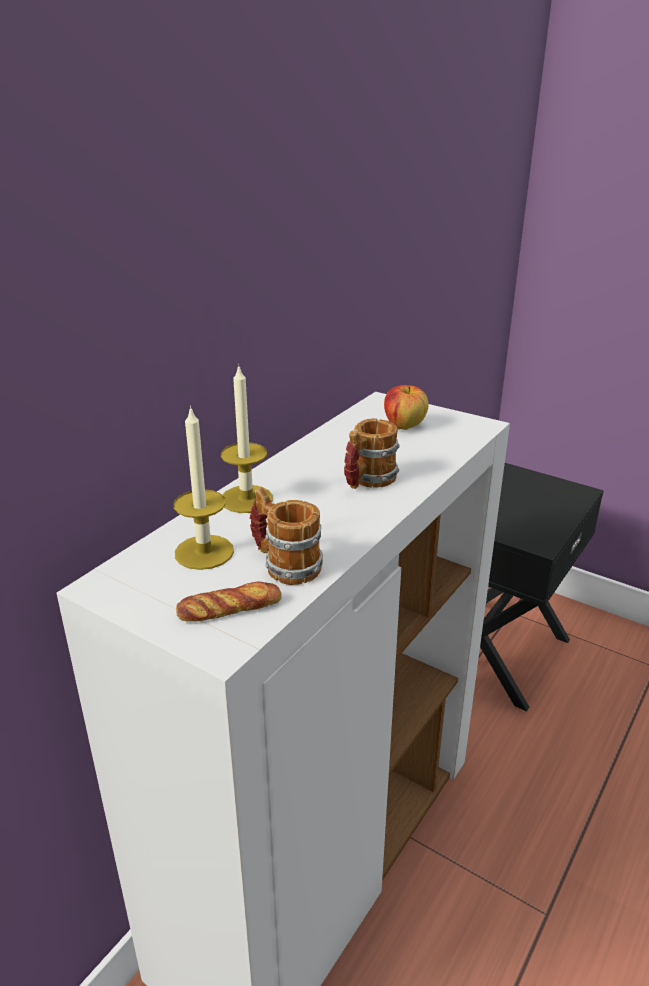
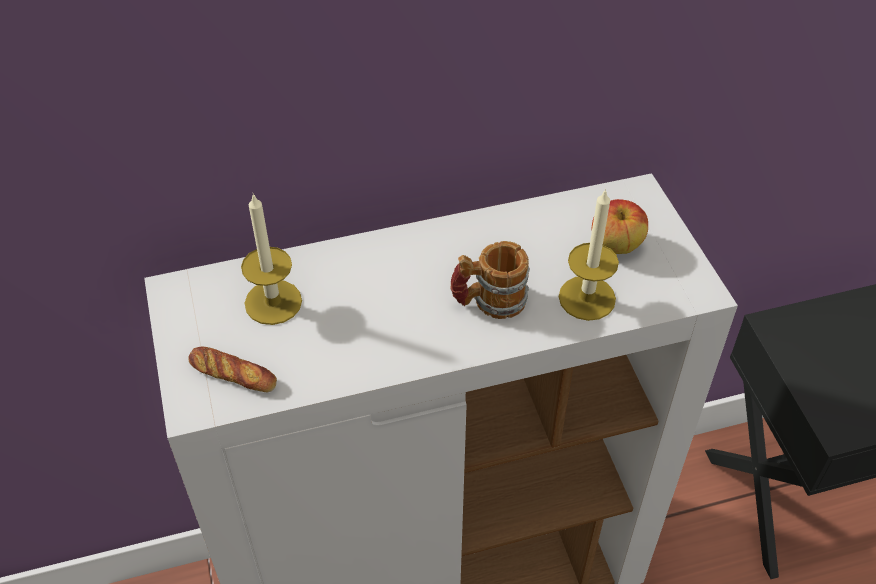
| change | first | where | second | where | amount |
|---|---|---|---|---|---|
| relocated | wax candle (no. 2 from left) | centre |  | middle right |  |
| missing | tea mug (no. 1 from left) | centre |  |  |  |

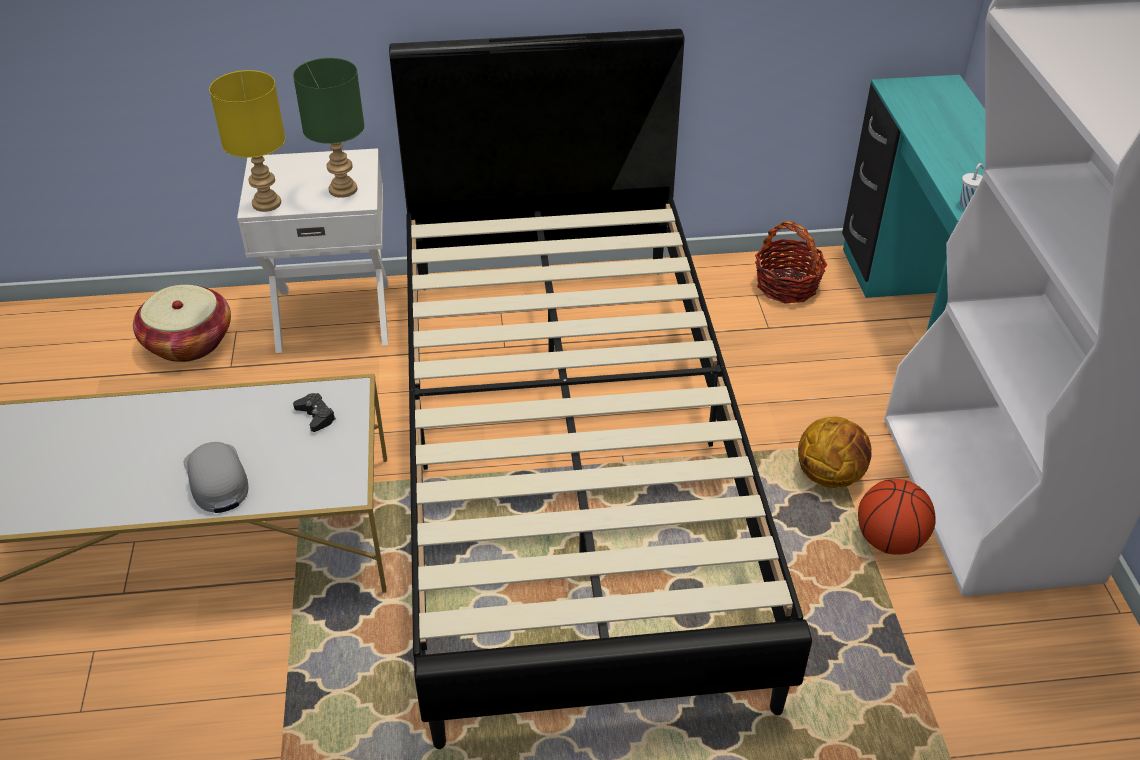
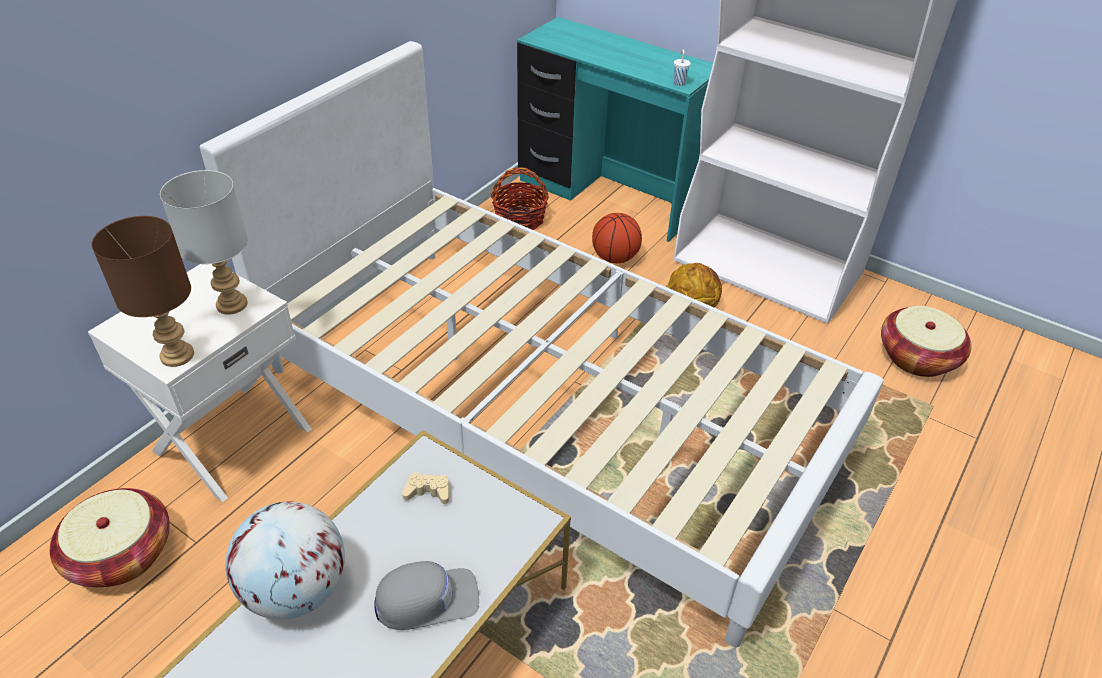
| change | first | where | second | where | amount |
|---|---|---|---|---|---|
| spun | cap/greyish | middle left |  | bottom centre | 150 degrees clockwise |
| colour | tabletop lamp/yellowish | top left | tabletop lamp/brown | middle left |  |
| colour | tabletop lamp/green-coloured | top left | tabletop lamp/greyish | middle left |  |
| colour | game controller/black | middle left | game controller/beige | bottom centre |  |
| colour | bedroom bed/black | centre | bedroom bed/white | centre |  |
| relocated | basketball (no. 2 from left in the first image) | bottom right | basketball (no. 1 from left) | centre |  |
| appeared |  |  | world globe | bottom left |  |
| appeared |  |  | basket (no. 3 from left) | middle right |  |

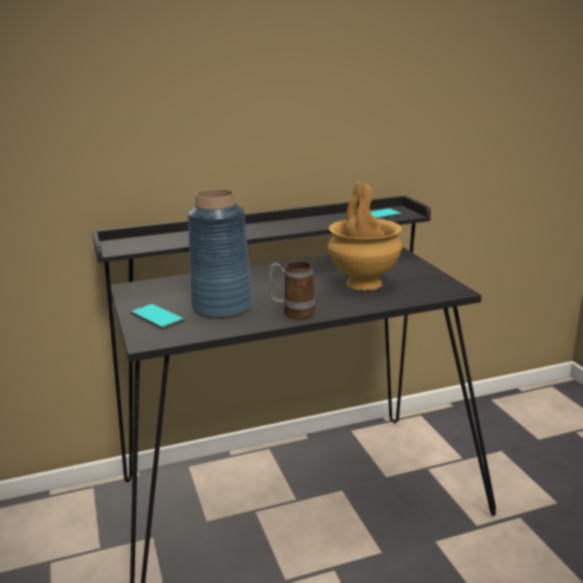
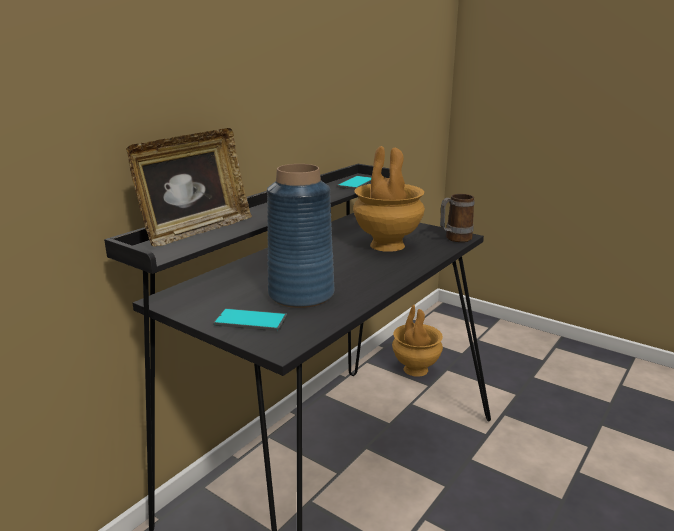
| change | first | where | second | where | amount |
|---|---|---|---|---|---|
| relocated | tea mug | centre |  | middle right |  |
| appeared |  |  | standing frame | middle left |  |
| appeared |  |  | decorative vase/brown (no. 2 from left) | centre |  |

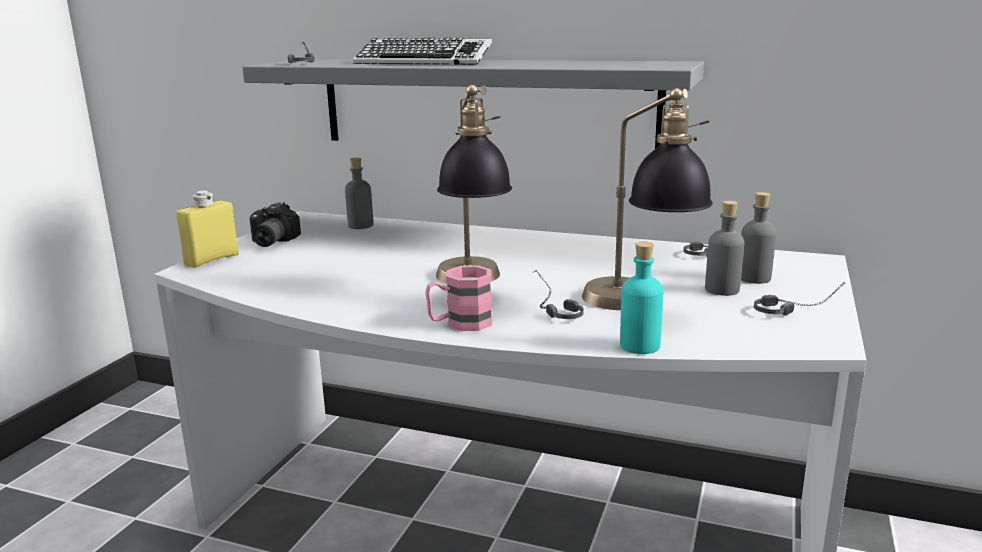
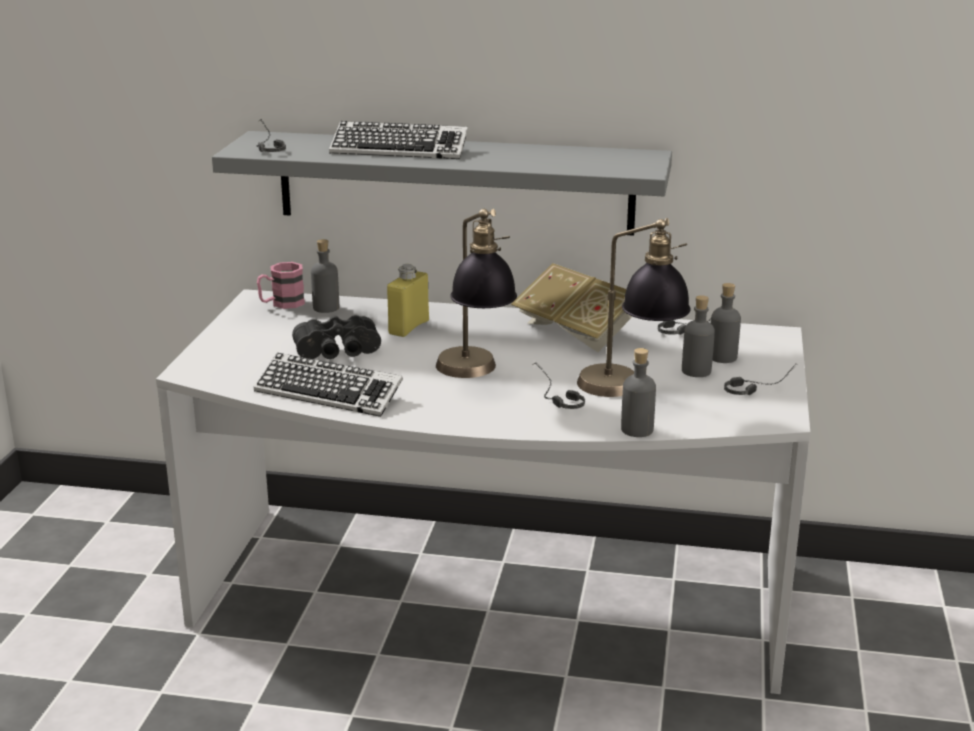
| change | first | where | second | where | amount |
|---|---|---|---|---|---|
| relocated | drink bottle/yellowish | middle left |  | centre |  |
| missing | photo camera | middle left |  |  |  |
| relocated | tea mug/pinkish | centre |  | middle left |  |
| colour | drink bottle/turquoise-coloured | centre | drink bottle/greyish (no. 2 from left) | centre |  |
| appeared |  |  | PC keyboard (no. 1 from left) | centre |  |
| appeared |  |  | binoculars/black | centre |  |
| appeared |  |  | book | centre |  |

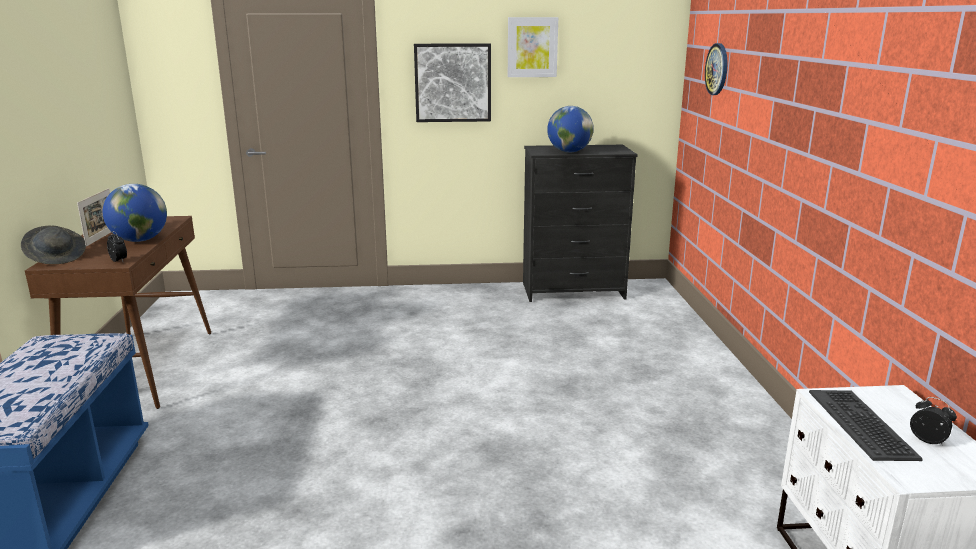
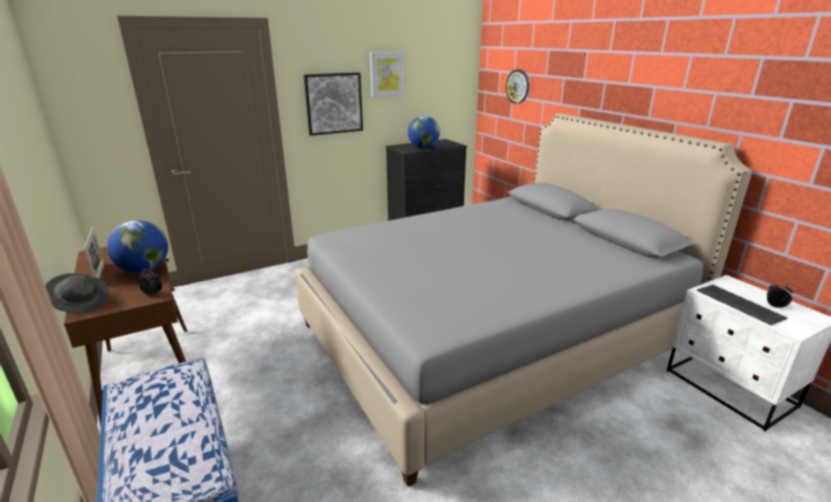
| change | first | where | second | where | amount |
|---|---|---|---|---|---|
| appeared |  |  | bedroom bed/greyish | centre |  |

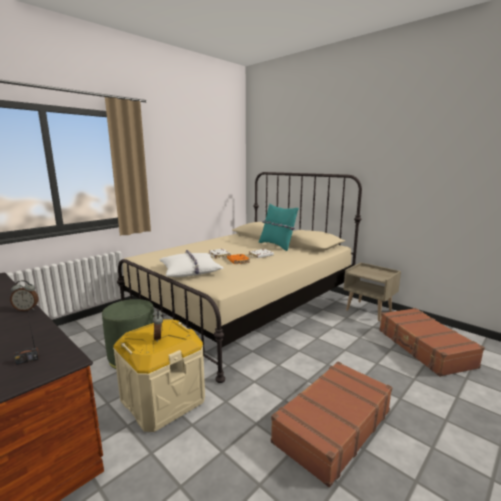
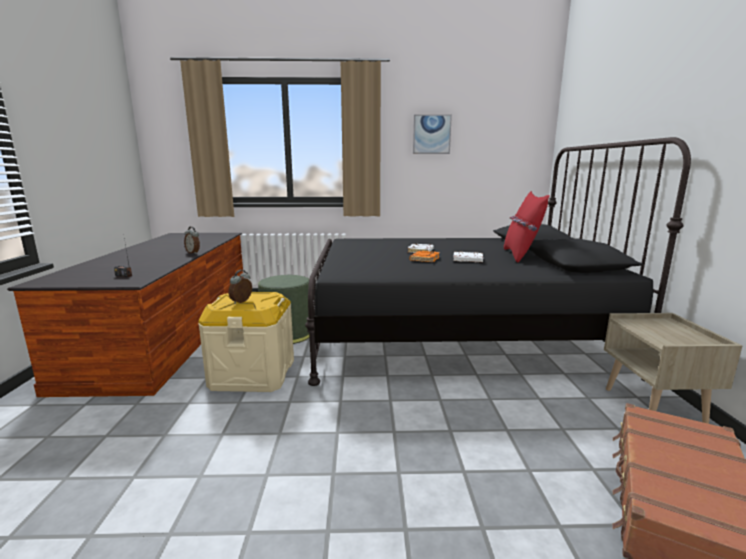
| change | first | where | second | where | amount |
|---|---|---|---|---|---|
| colour | bedroom bed/beige | centre | bedroom bed/black | middle right |  |
| missing | cushion/white | centre |  |  |  |
| colour | cushion/turquoise-coloured | centre | cushion/red | middle right |  |
| missing | suitcase/brown (no. 1 from left) | bottom centre |  |  |  |
| appeared |  |  | picture | top centre |  |

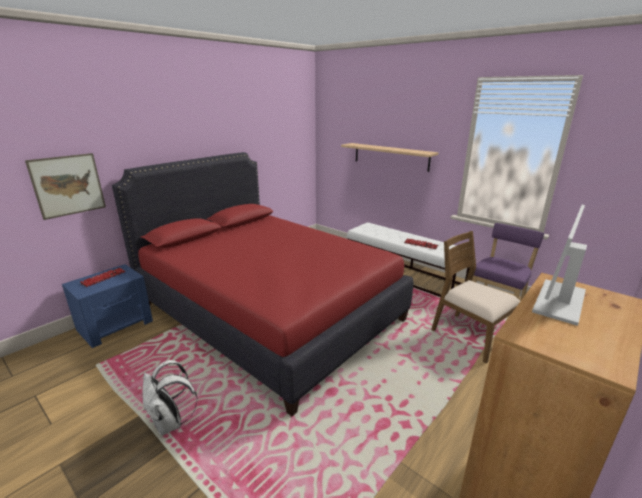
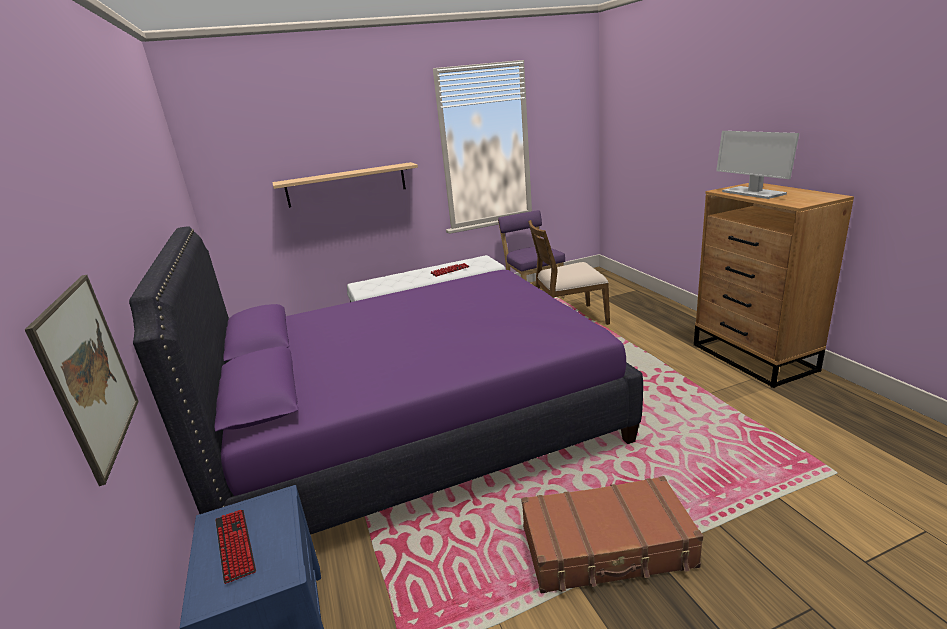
| change | first | where | second | where | amount |
|---|---|---|---|---|---|
| colour | bedroom bed/red | centre | bedroom bed/purple-coloured | centre |  |
| exchanged | knapsack/white | bottom left | suitcase/brown | bottom centre |  |

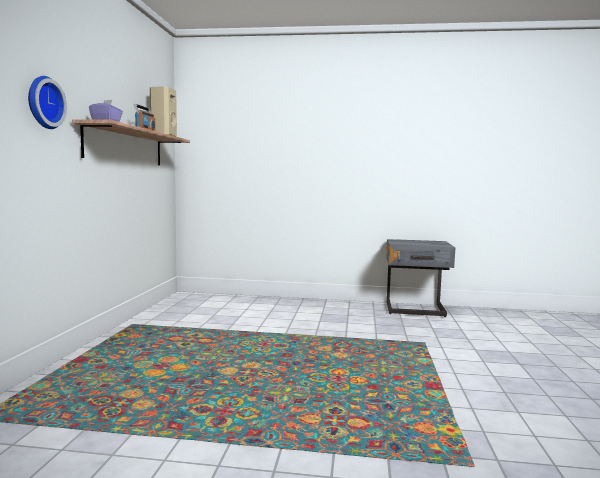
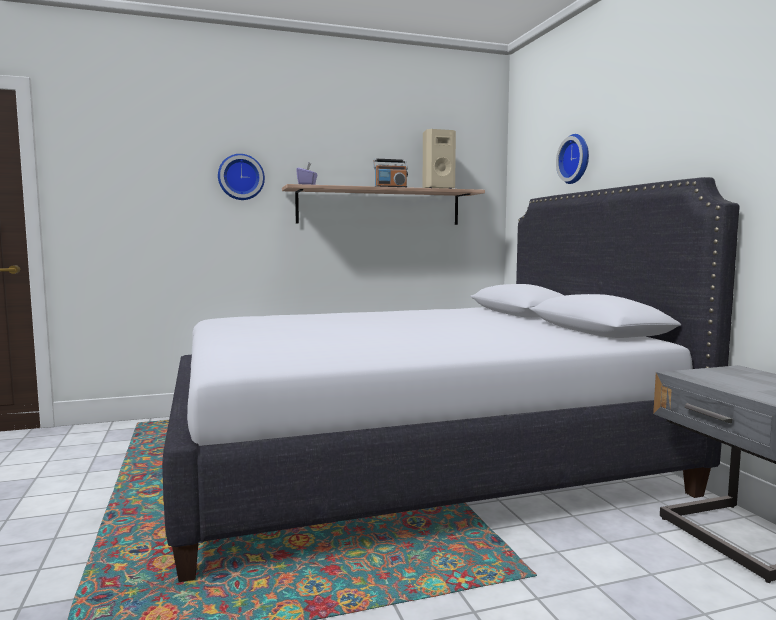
| change | first | where | second | where | amount |
|---|---|---|---|---|---|
| appeared |  |  | bedroom bed/white | centre |  |
| appeared |  |  | wall clock (no. 2 from left) | top right |  |

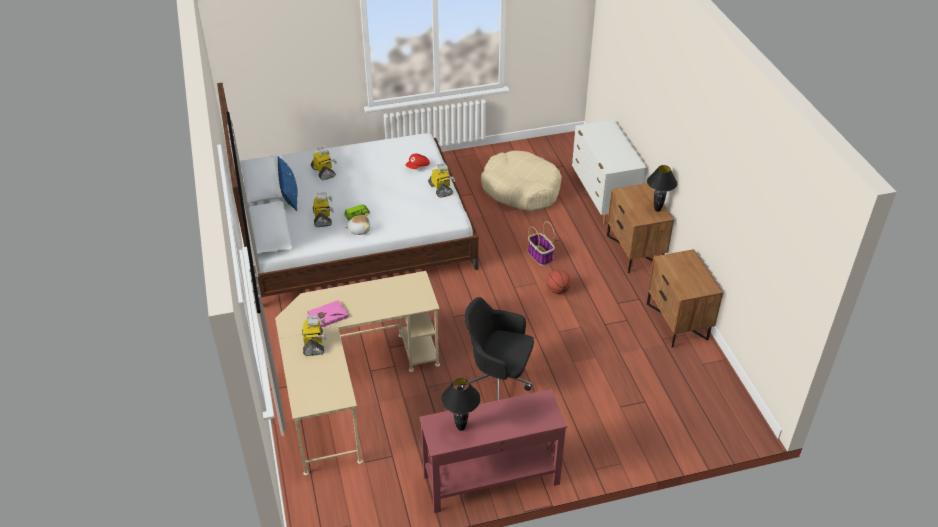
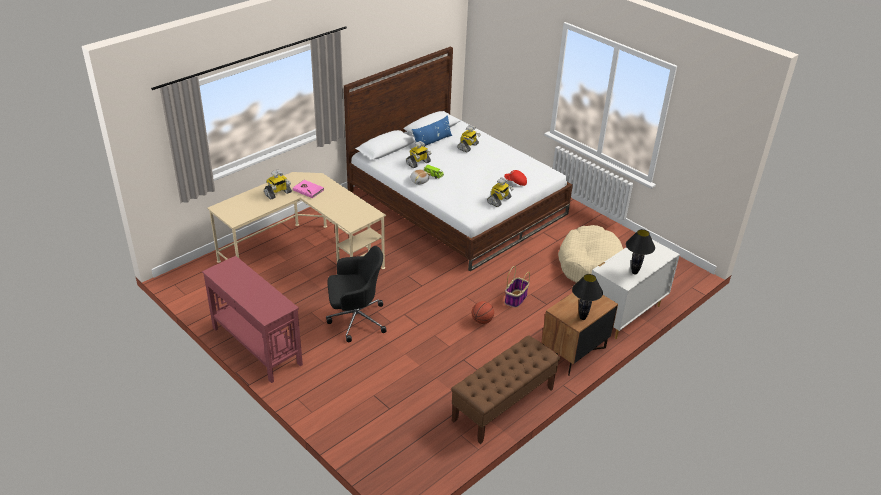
| change | first | where | second | where | amount |
|---|---|---|---|---|---|
| relocated | tabletop lamp/black (no. 1 from left in the first image) | bottom centre | tabletop lamp/black (no. 2 from left) | middle right |  |
| spun | office chair/black | centre |  | centre | 90 degrees clockwise |
| exchanged | nightstand/brown (no. 2 from left) | middle right | indoor bench/brown | bottom centre |  |

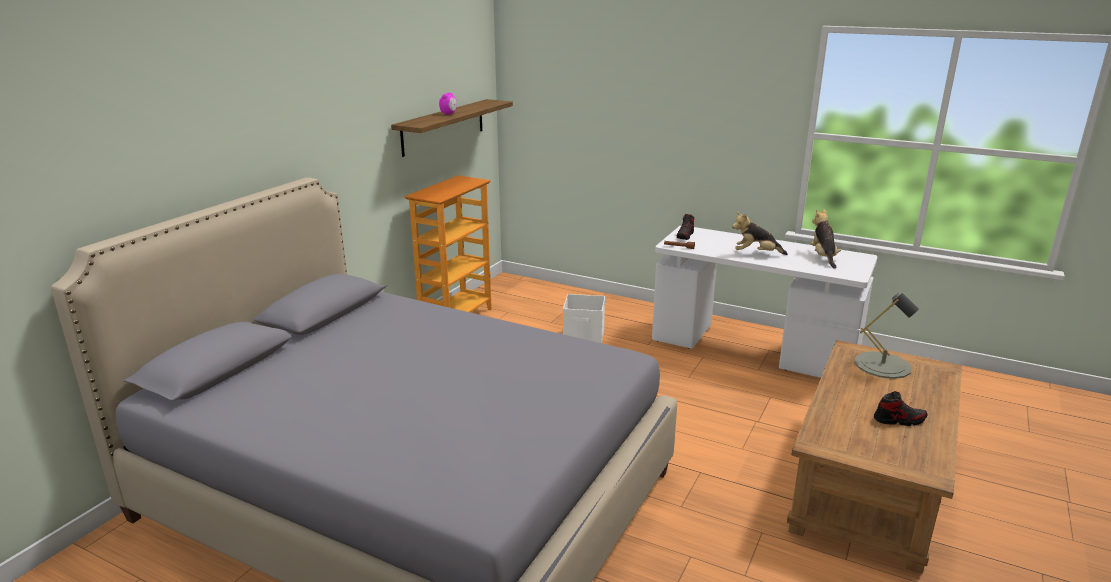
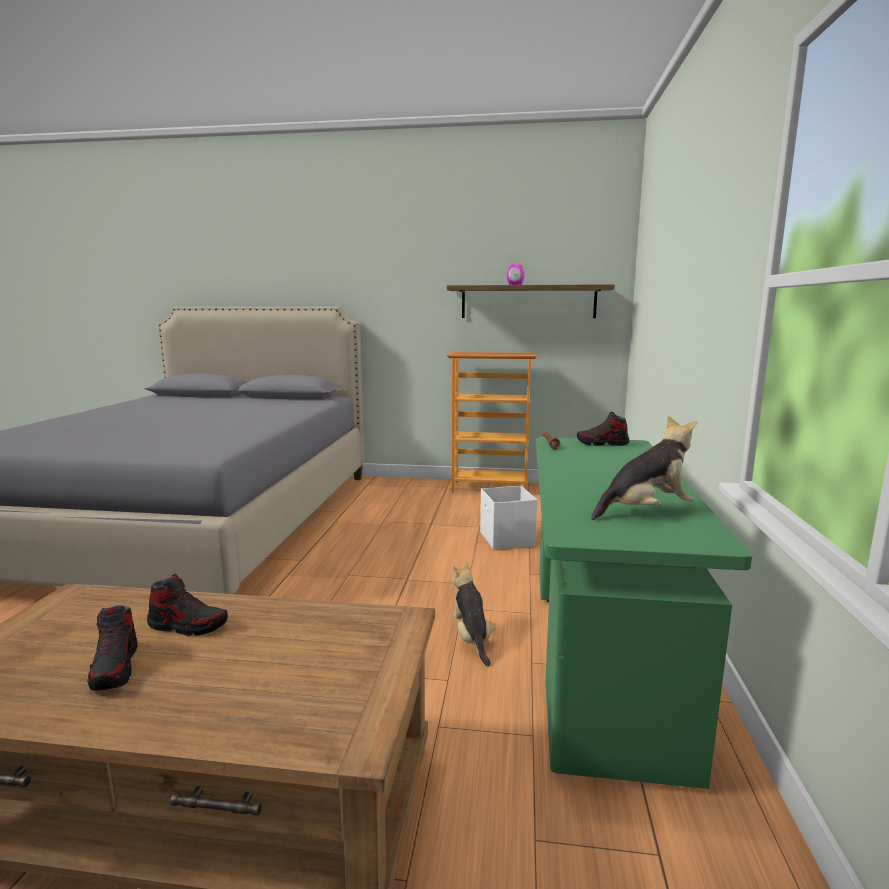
| change | first | where | second | where | amount |
|---|---|---|---|---|---|
| colour | desk unit/white | middle right | desk unit/green-coloured | bottom right |  |
| relocated | soft toy (no. 1 from left) | middle right |  | bottom centre |  |
| missing | tabletop lamp/greyish | middle right |  |  |  |
| appeared |  |  | low shoe (no. 2 from left) | bottom left |  |

